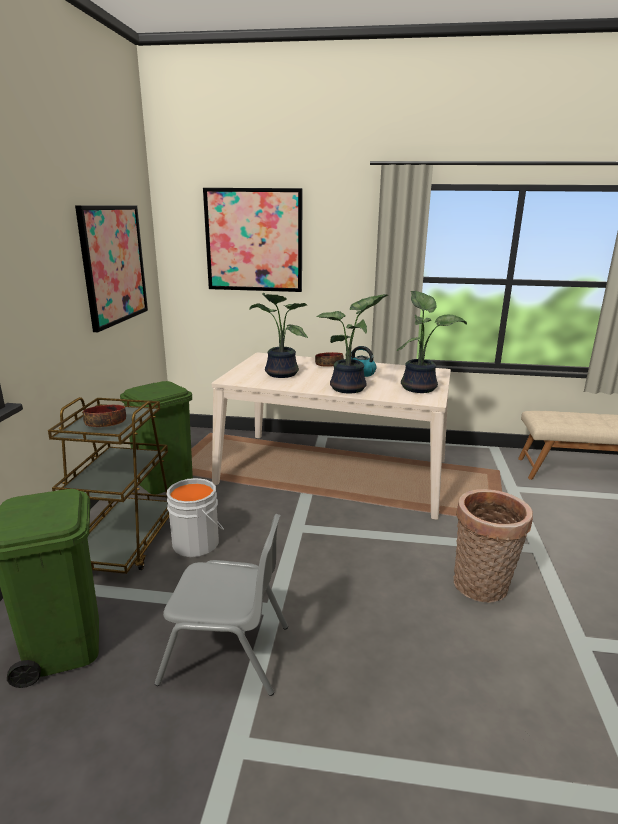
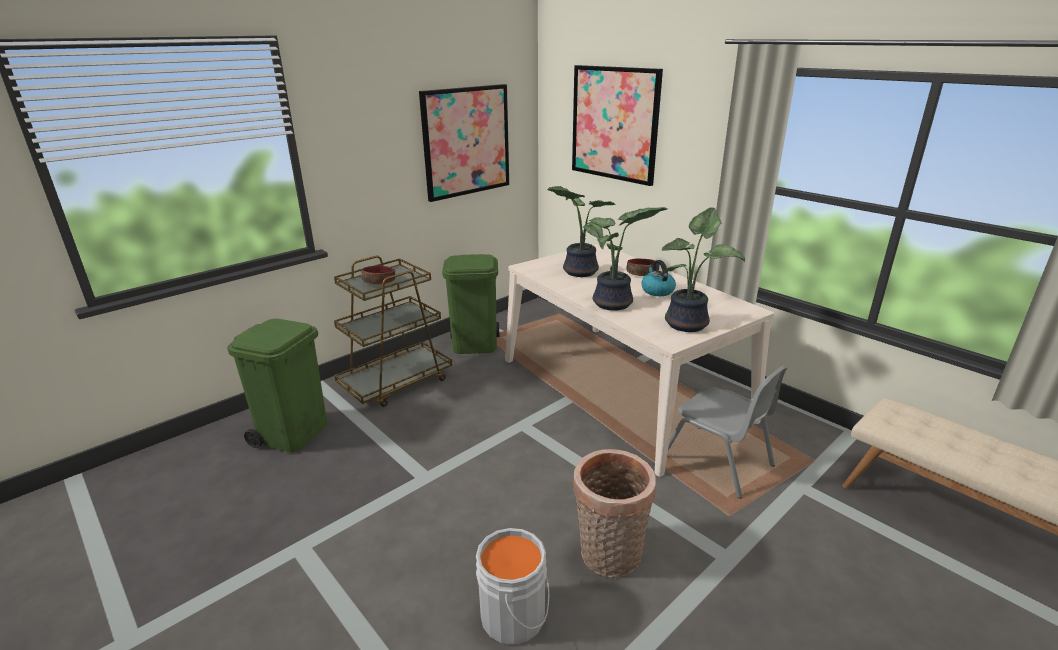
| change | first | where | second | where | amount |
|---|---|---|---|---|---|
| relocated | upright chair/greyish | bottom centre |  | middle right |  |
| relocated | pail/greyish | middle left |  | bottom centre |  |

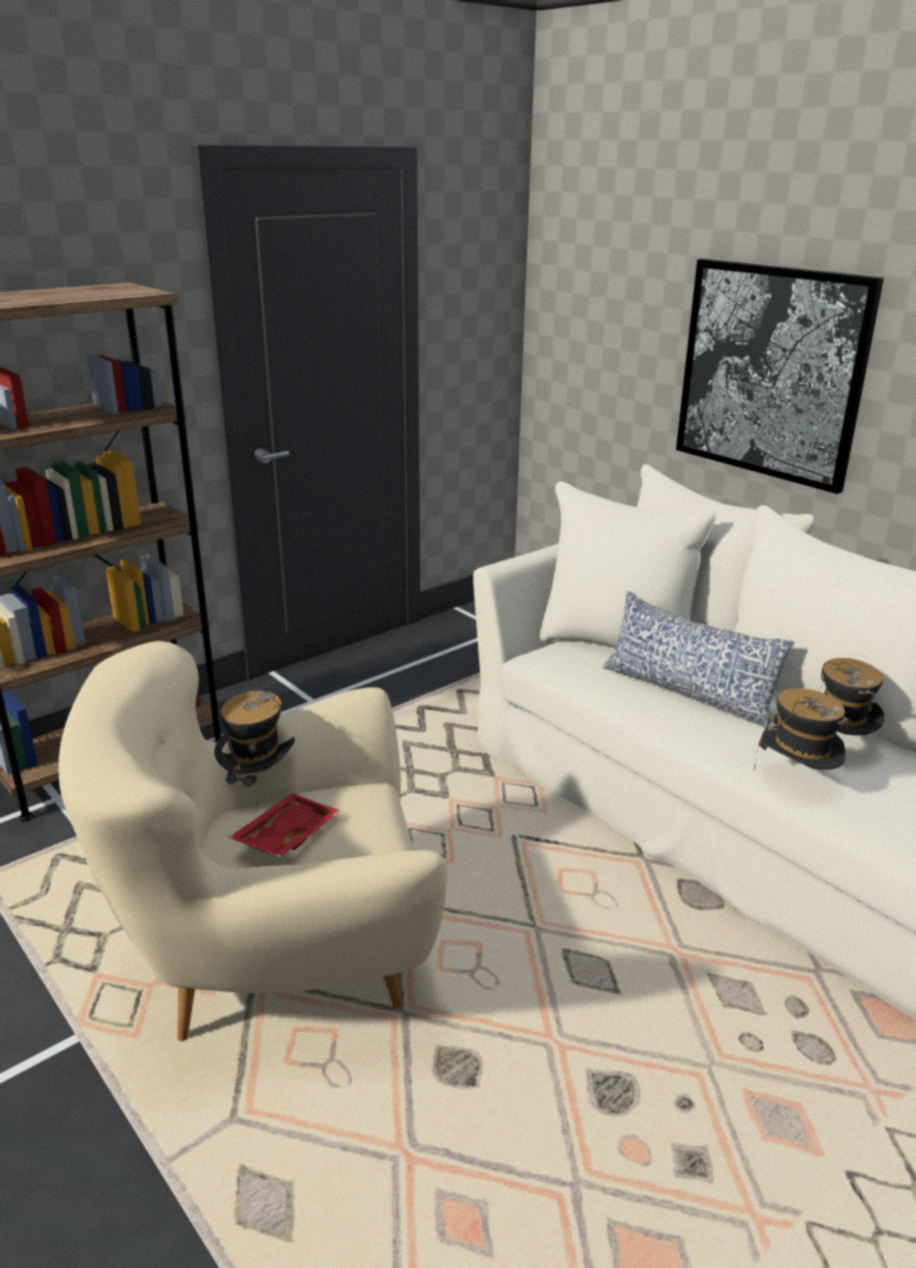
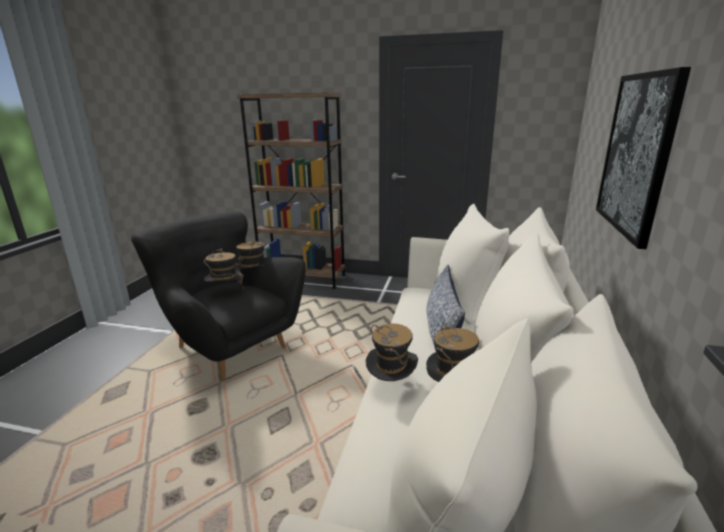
| change | first | where | second | where | amount |
|---|---|---|---|---|---|
| colour | armchair/beige | middle left | armchair/black | middle left |  |
| exchanged | tray/red | middle left | hat (no. 1 from left) | middle left |  |

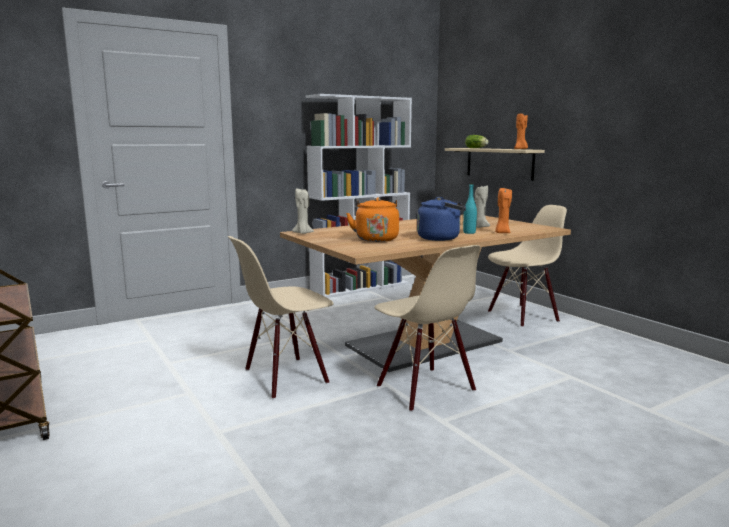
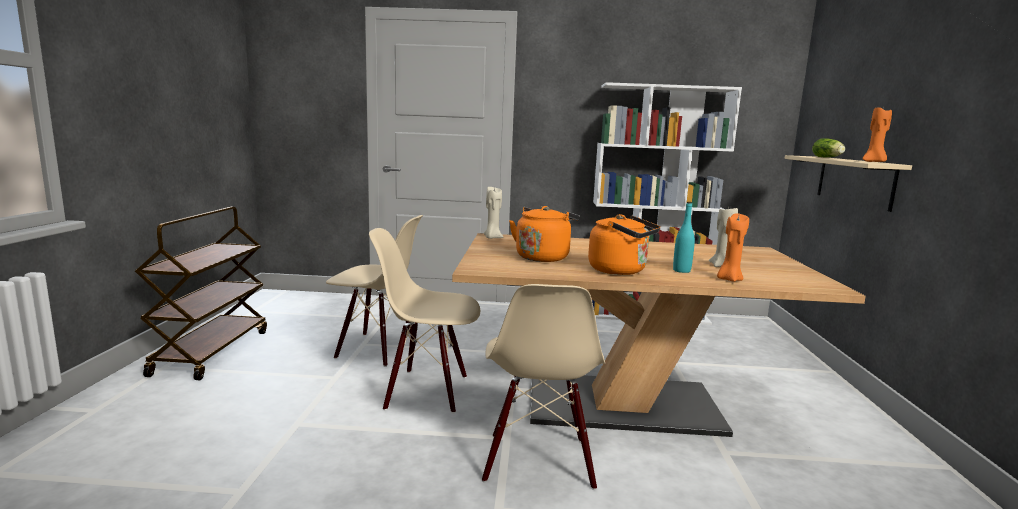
| change | first | where | second | where | amount |
|---|---|---|---|---|---|
| colour | water kettle/blue-coloured | centre | water kettle/orange-coloured (no. 2 from left) | centre |  |
| relocated | upright chair/beige (no. 3 from left in the first image) | middle right | upright chair/beige (no. 1 from left) | centre |  |

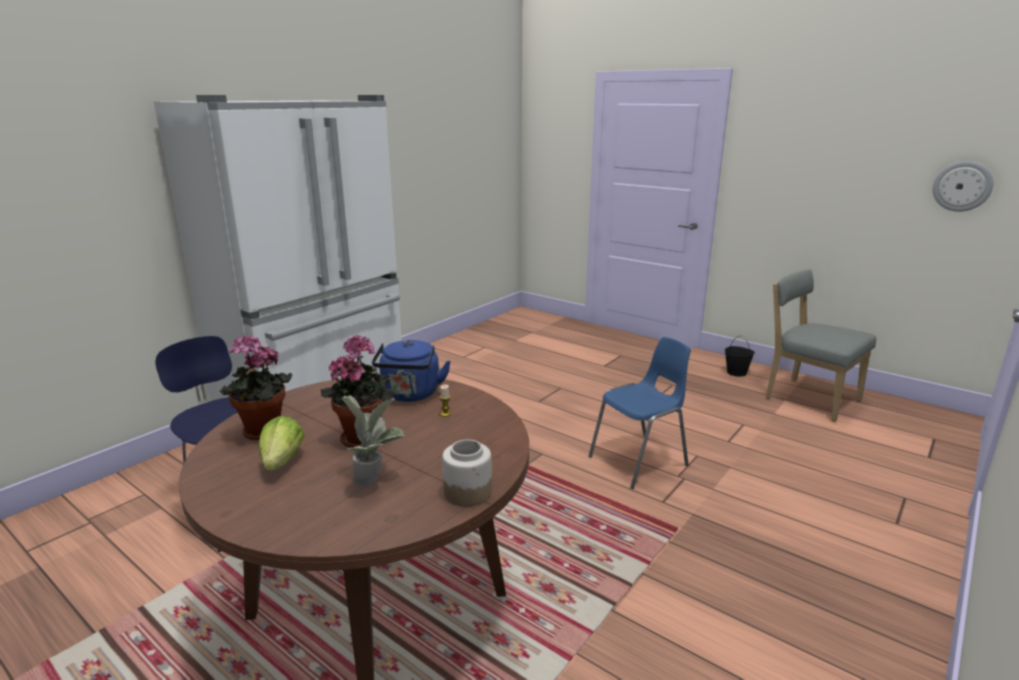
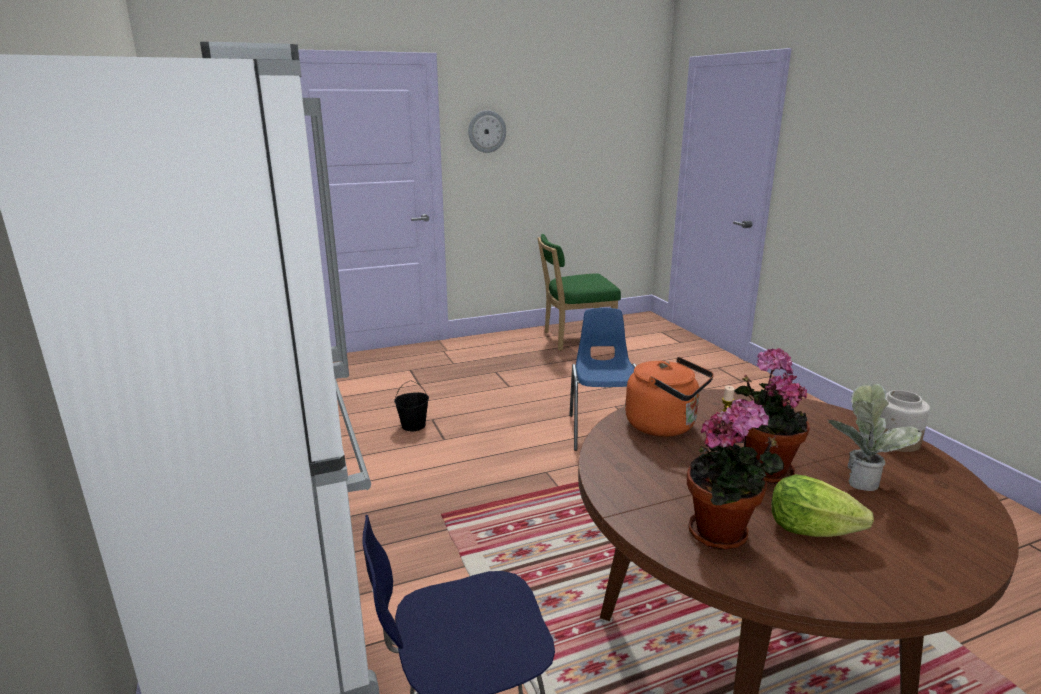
| change | first | where | second | where | amount |
|---|---|---|---|---|---|
| colour | water kettle/blue-coloured | centre | water kettle/orange-coloured | centre |  |
| relocated | pail/black | middle right |  | centre |  |
| colour | upright chair/greyish | middle right | upright chair/green-coloured | centre |  |
| relocated | wall clock | top right |  | top centre |  |

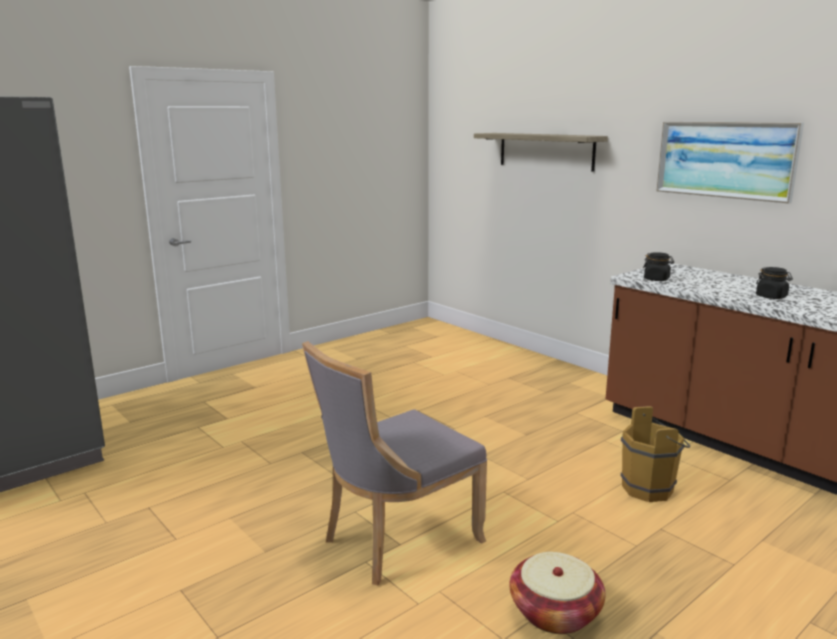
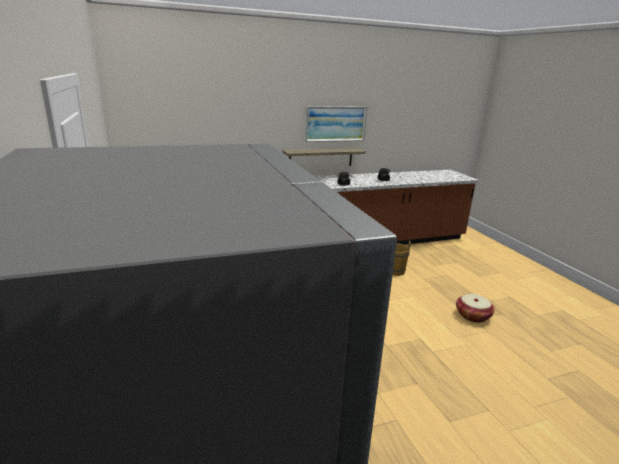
| change | first | where | second | where | amount |
|---|---|---|---|---|---|
| missing | upright chair/greyish | bottom centre |  |  |  |
| relocated | wall shelf | top centre |  | centre |  |

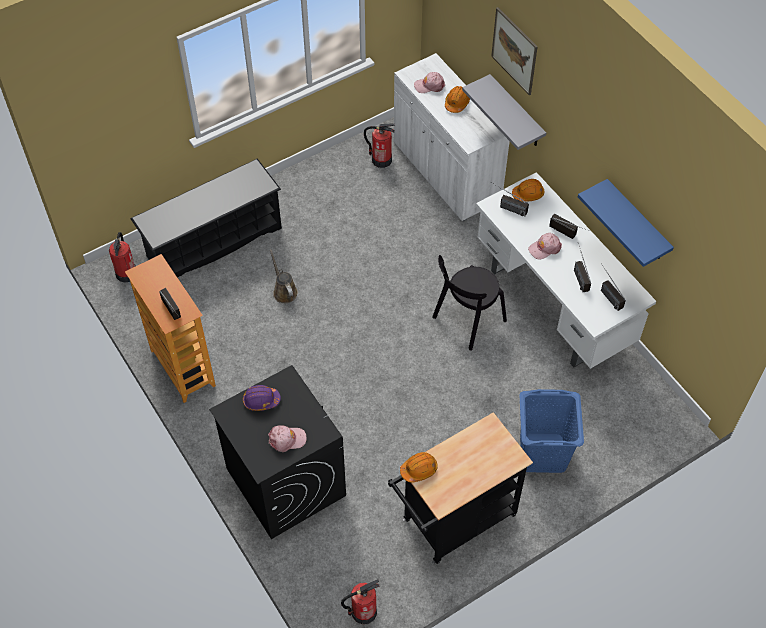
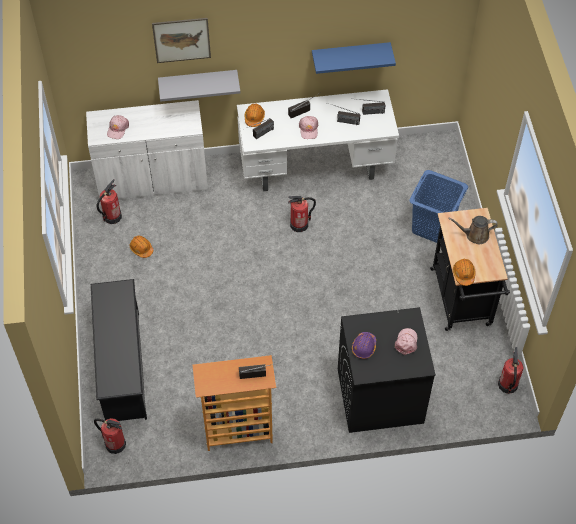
| change | first | where | second | where | amount |
|---|---|---|---|---|---|
| relocated | sprinkling can/brown | centre |  | middle right |  |
| exchanged | upright chair/black | centre | fire-fighting cylinder (no. 3 from left) | centre |  |
| relocated | safety helmet/orange-coloured (no. 2 from left in the first image) | top centre | safety helmet/orange-coloured (no. 1 from left) | middle left |  |

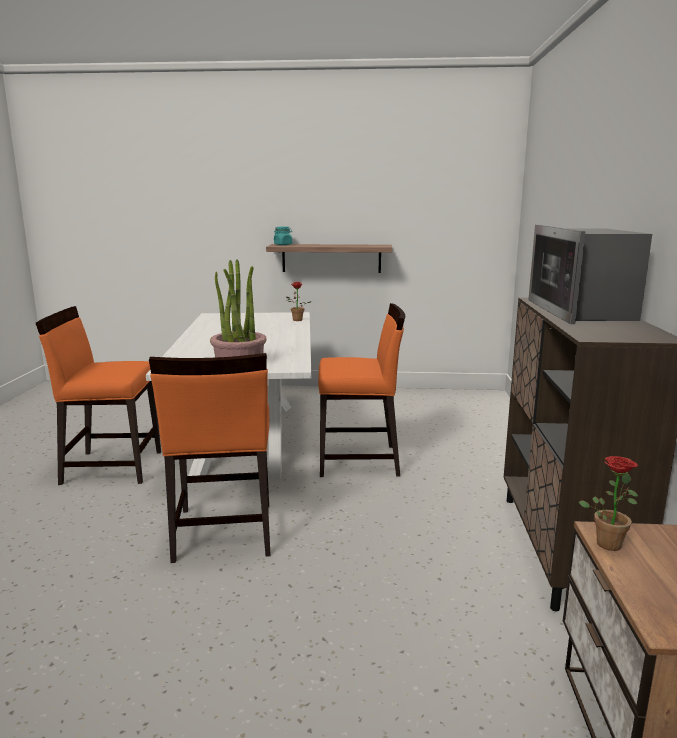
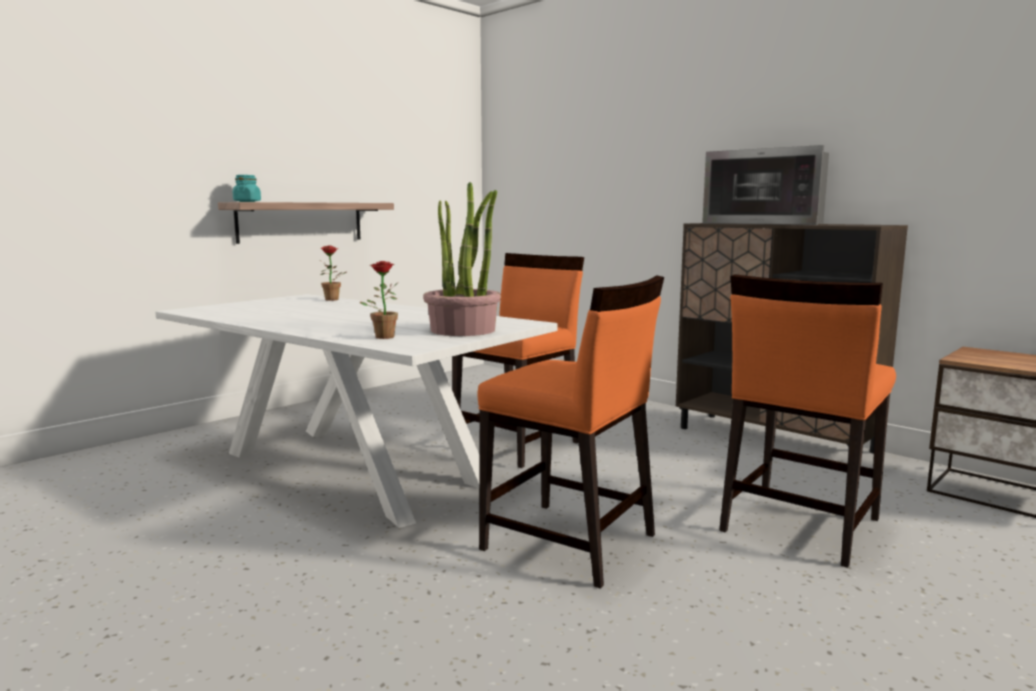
| change | first | where | second | where | amount |
|---|---|---|---|---|---|
| relocated | upright chair/orange-coloured (no. 1 from left in the first image) | middle left | upright chair/orange-coloured (no. 3 from left) | middle right |  |
| relocated | plant in a pot (no. 3 from left in the first image) | bottom right | plant in a pot (no. 2 from left) | centre |  |

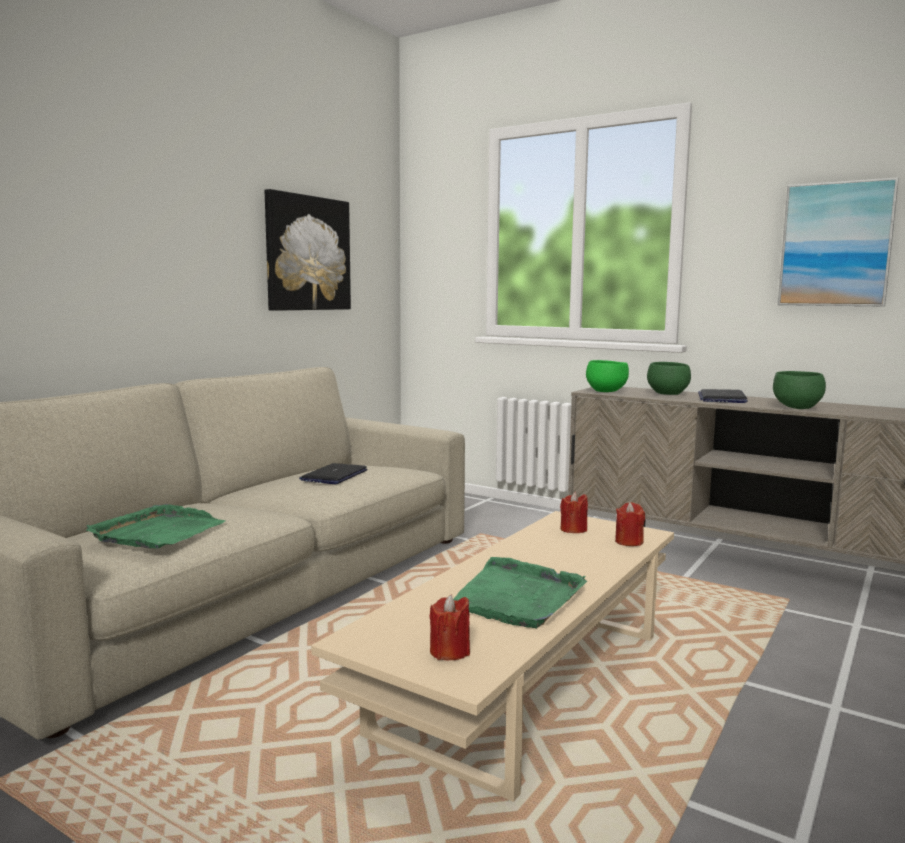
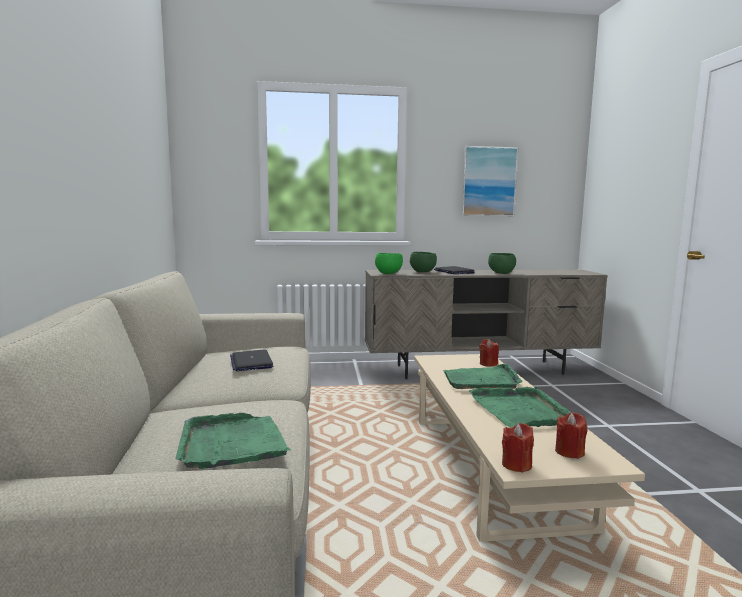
| change | first | where | second | where | amount |
|---|---|---|---|---|---|
| missing | picture (no. 1 from left) | top centre |  |  |  |
| relocated | wax candle/red (no. 2 from left) | centre |  | bottom right |  |
| appeared |  |  | tray/green-coloured (no. 2 from left) | centre |  |

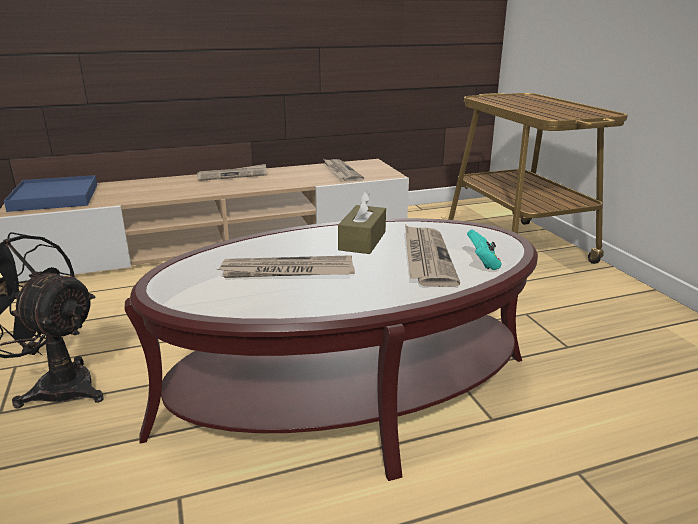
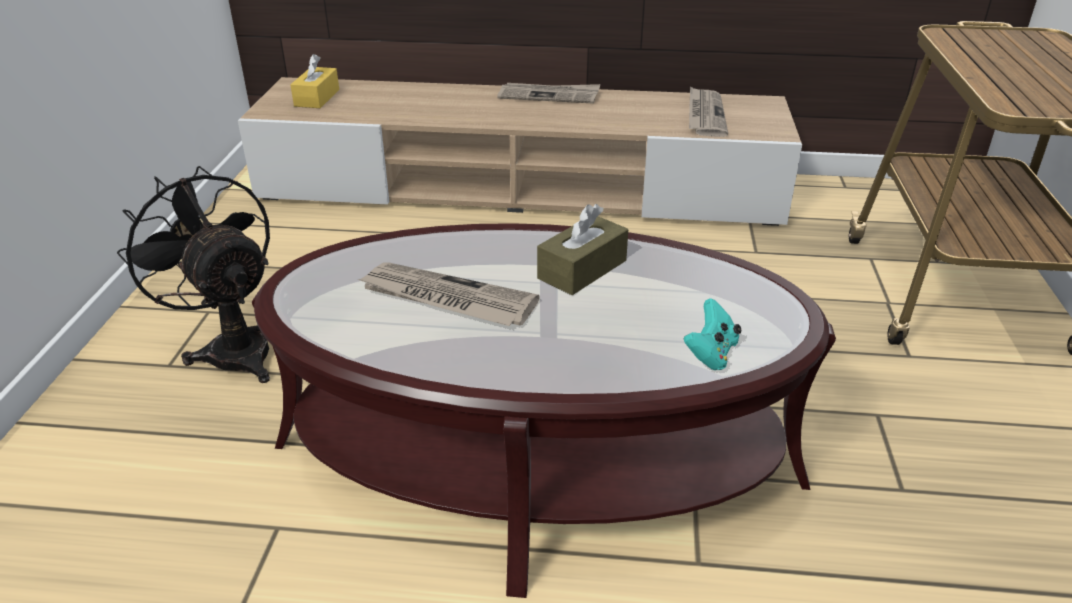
| change | first | where | second | where | amount |
|---|---|---|---|---|---|
| exchanged | tray/blue-coloured | middle left | tissue holder/yellowish | top left |  |
| missing | newspaper (no. 4 from left) | centre |  |  |  |

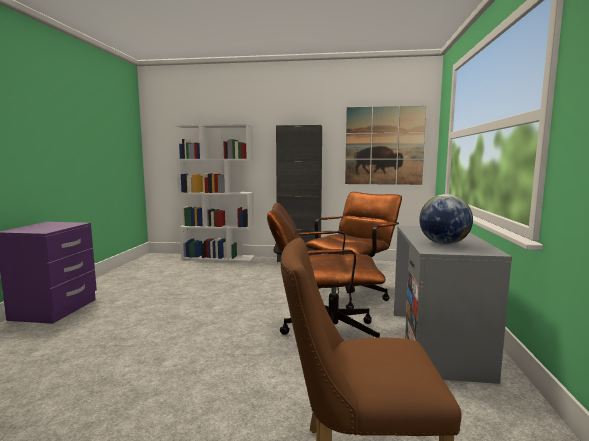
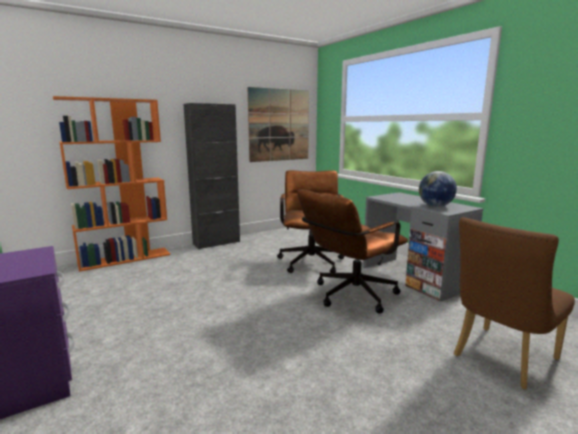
| change | first | where | second | where | amount |
|---|---|---|---|---|---|
| colour | shelving unit/white | centre | shelving unit/orange-coloured | middle left |  |

